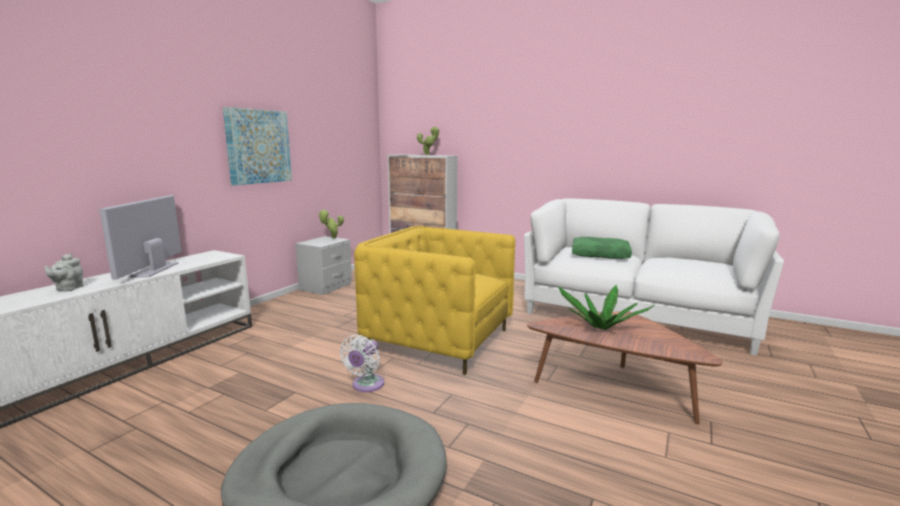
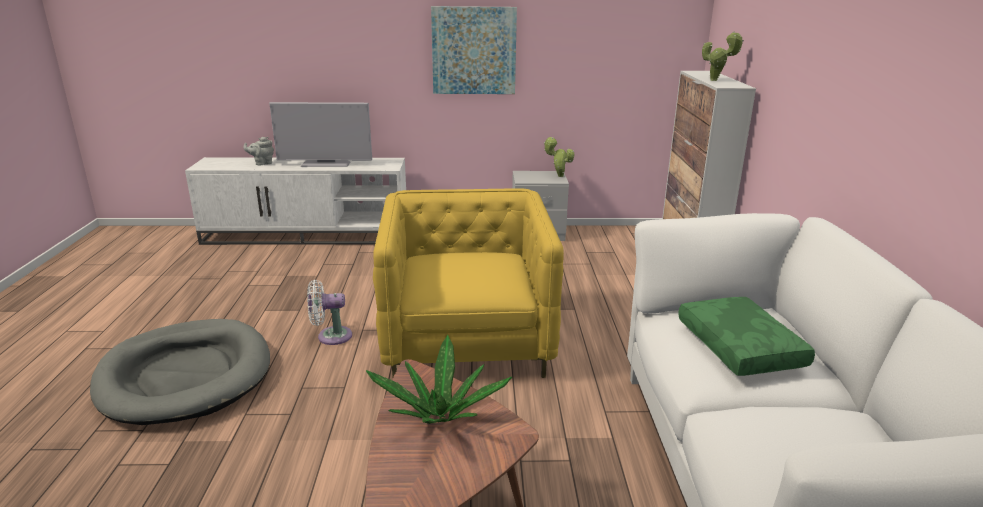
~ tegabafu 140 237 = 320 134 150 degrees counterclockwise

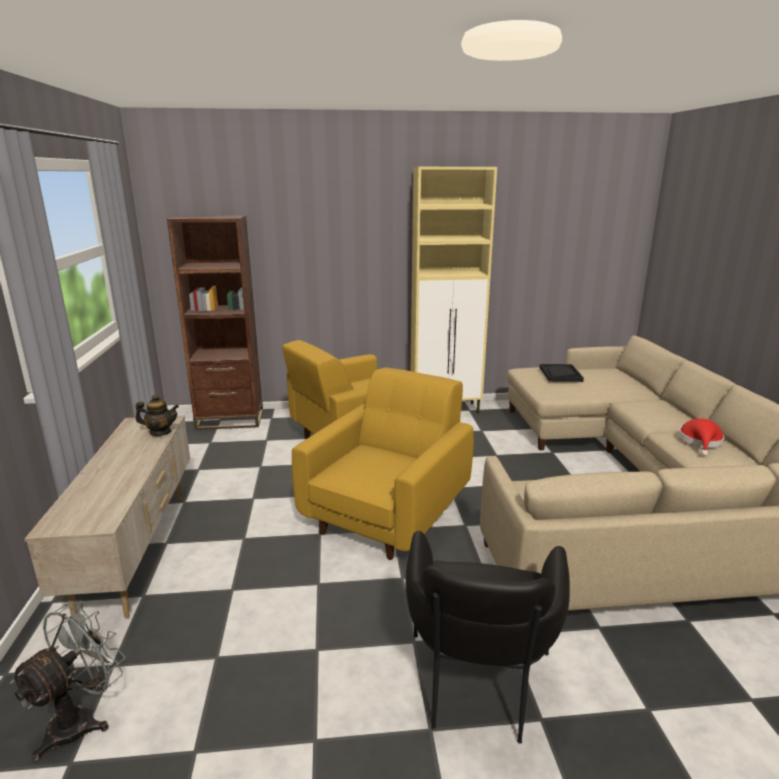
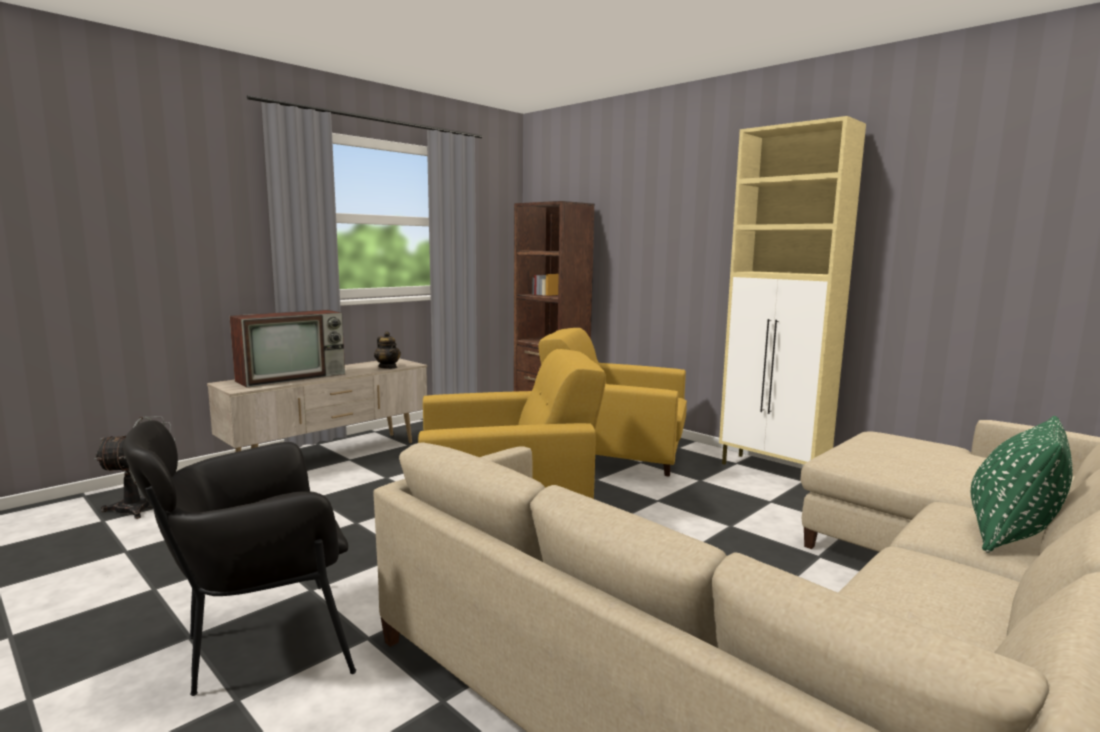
- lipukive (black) 562 373
- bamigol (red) 701 437
+ tegabafu 287 349
+ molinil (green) 1022 484

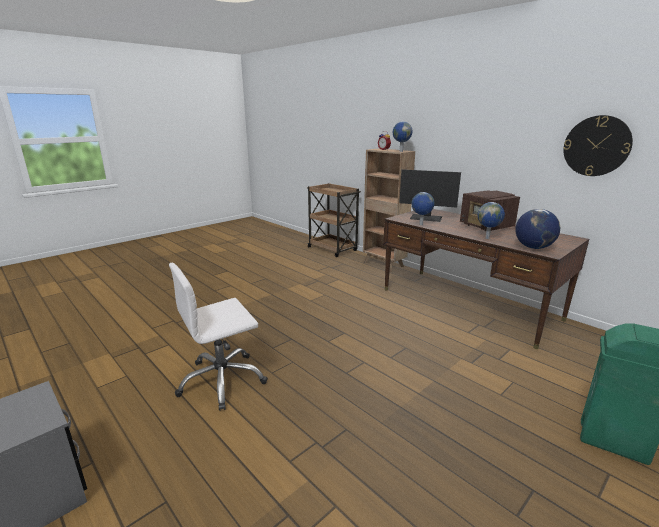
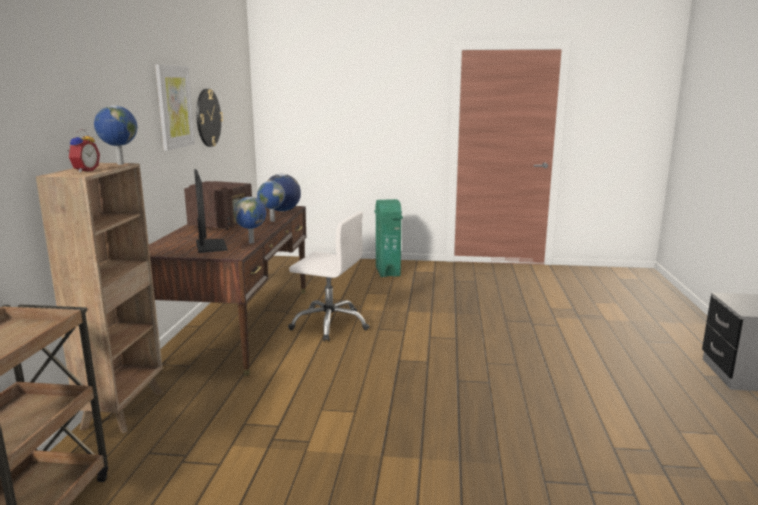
+ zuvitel 175 107
~ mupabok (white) 218 337 to 329 276

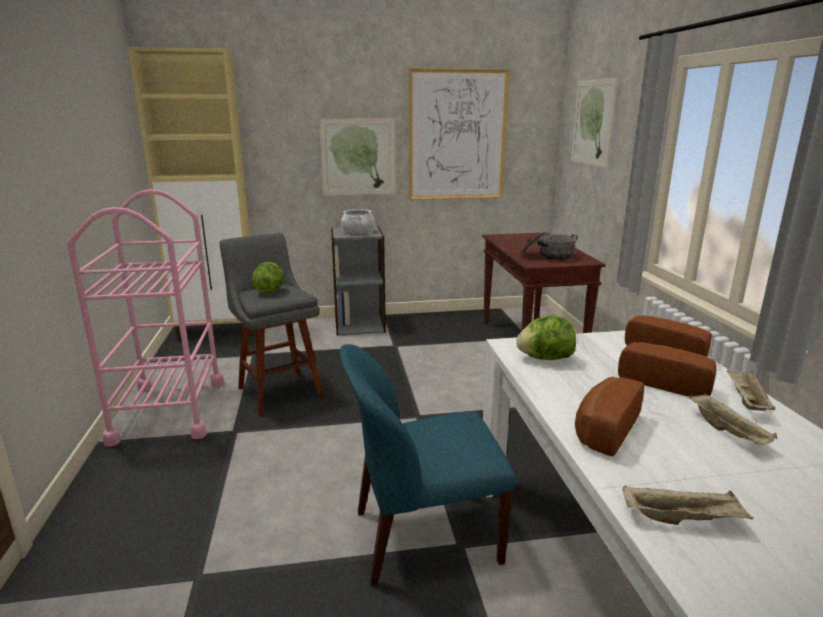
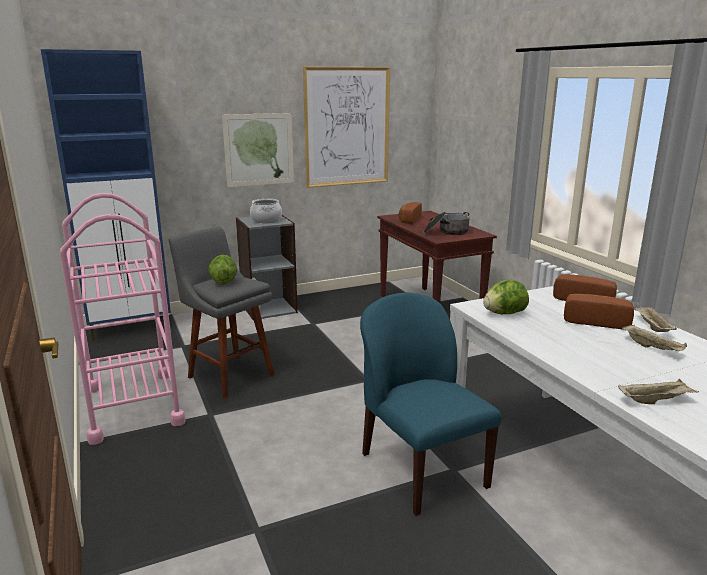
- zuvitel 594 122
~ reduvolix 610 416 to 410 213
~ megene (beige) 191 193 to megene (blue) 106 195
~ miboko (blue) 428 465 = 431 404 90 degrees clockwise

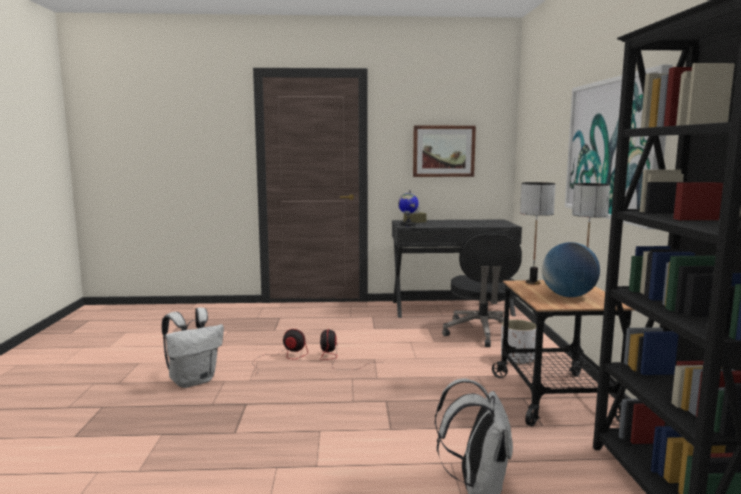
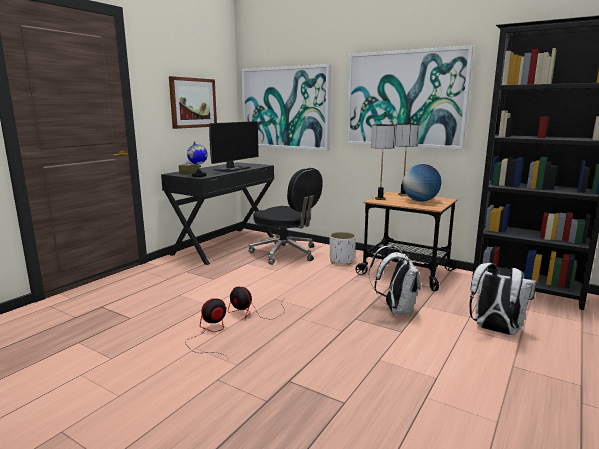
+ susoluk 234 146
+ zuvitel 286 107
~ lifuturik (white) 193 347 to 395 280

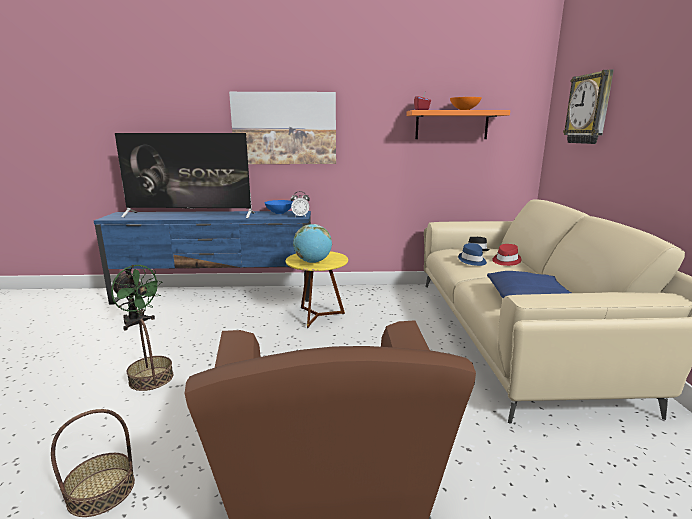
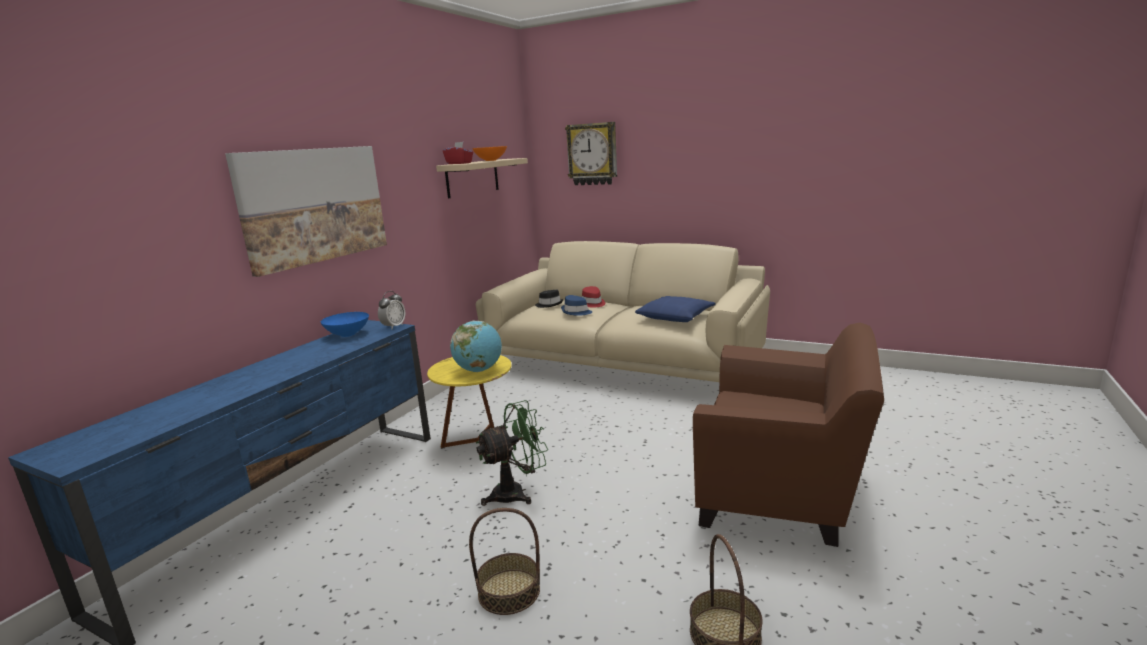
- tegabafu 185 175
~ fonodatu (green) 136 298 to 512 453
~ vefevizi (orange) 458 124 to vefevizi (beige) 482 178

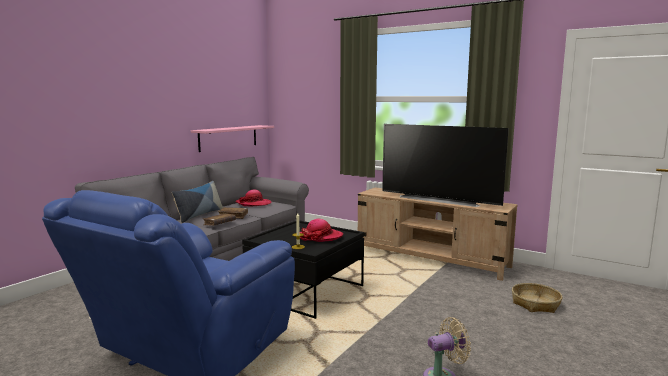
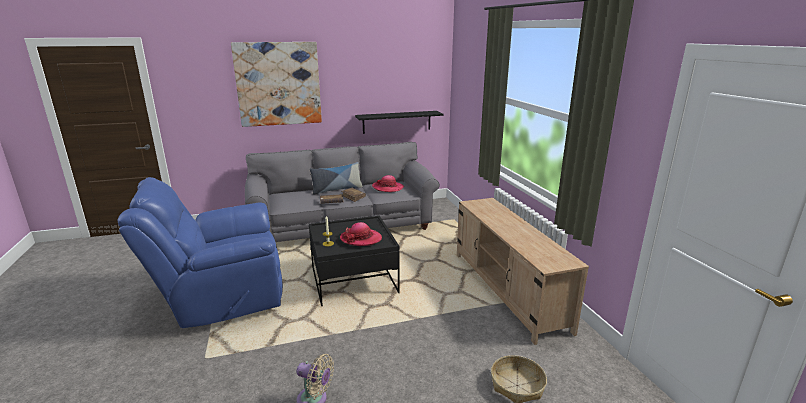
- tegabafu 445 165
+ zuvitel 276 84
~ vefevizi (pink) 232 138 to vefevizi (black) 399 122

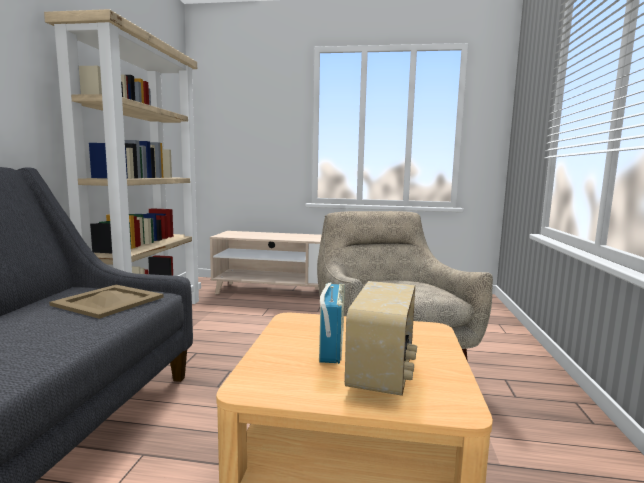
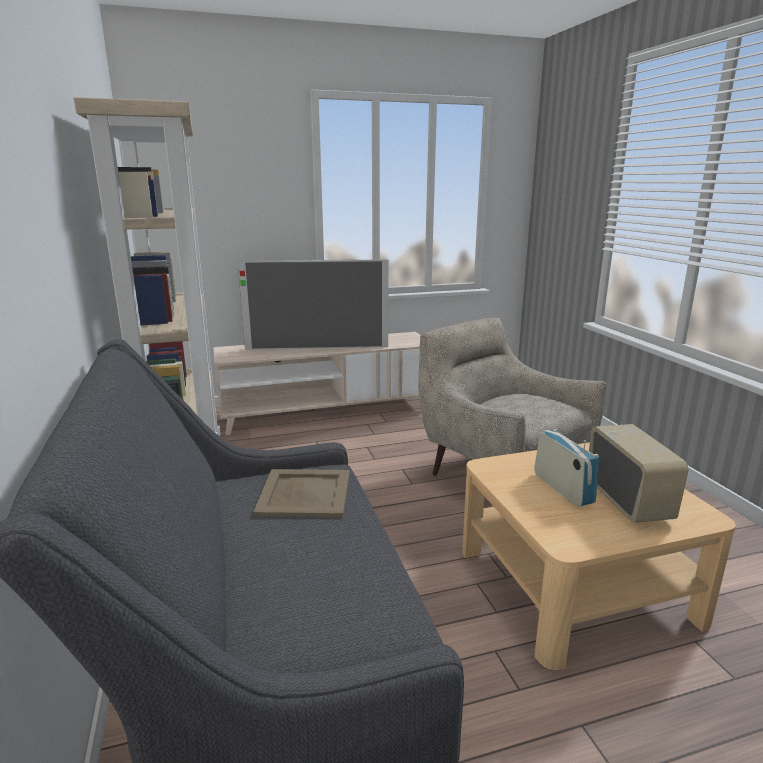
+ tegabafu 313 304

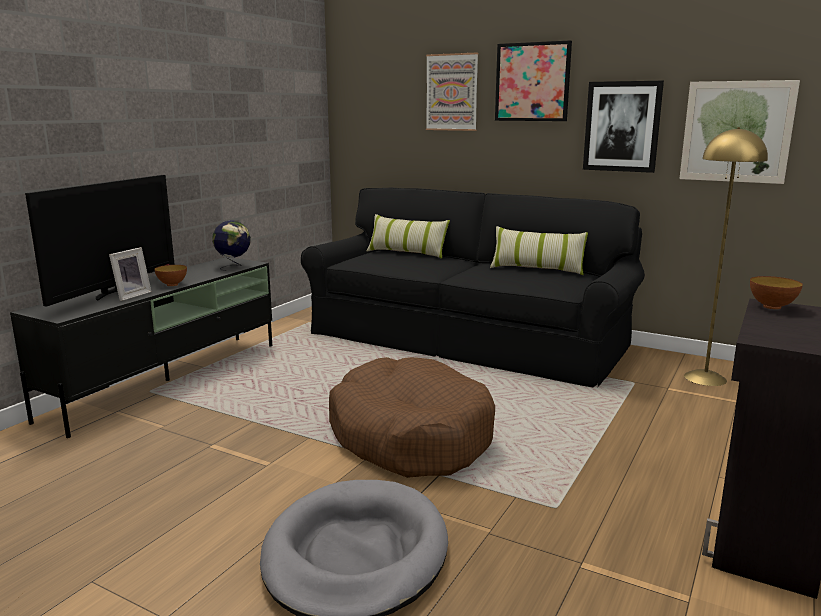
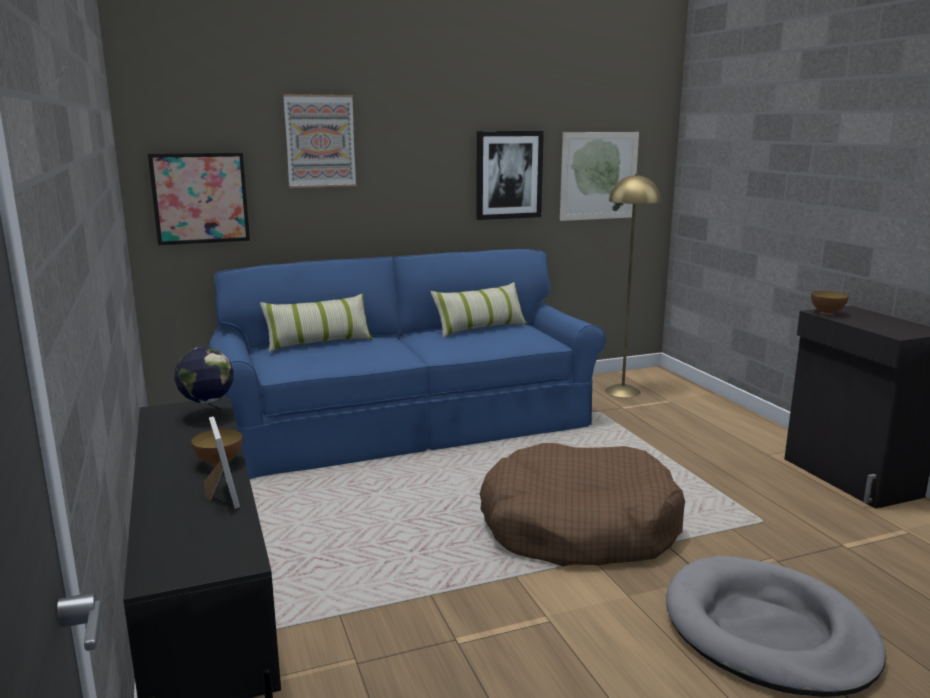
- tegabafu 100 240
~ zuvitel 533 80 to 199 199
~ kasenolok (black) 473 287 to kasenolok (blue) 407 364

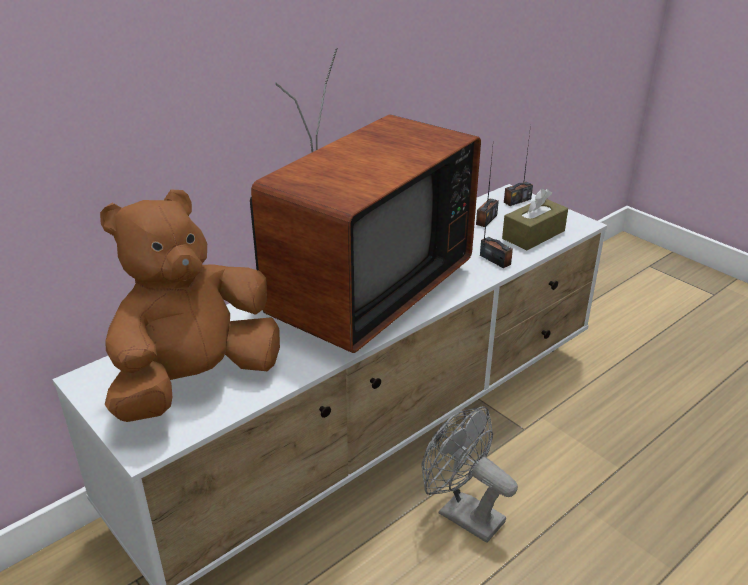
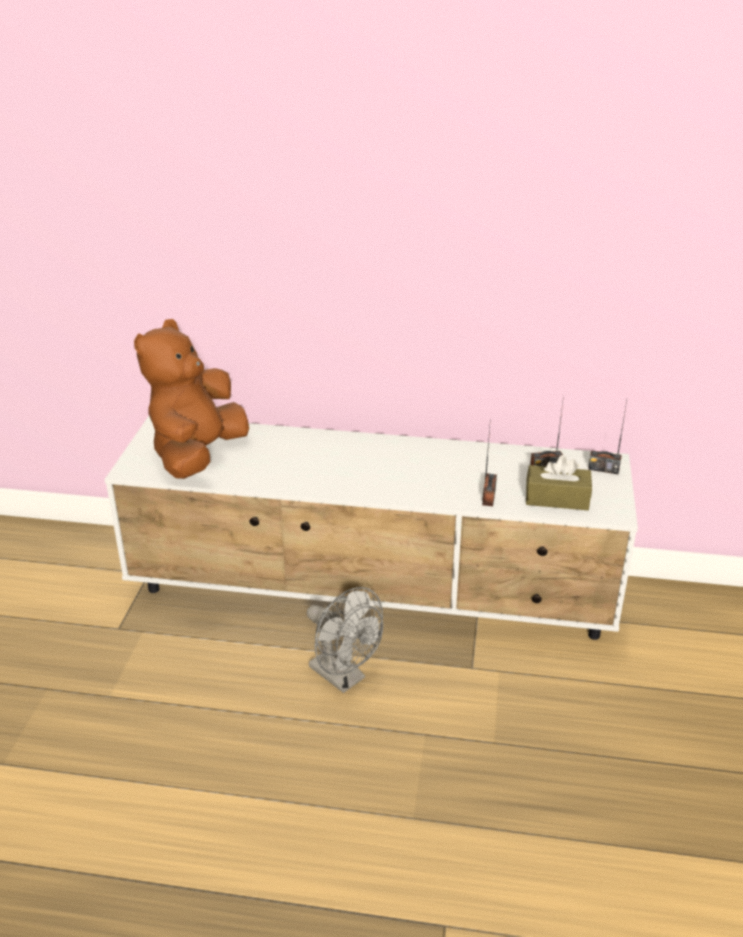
- tegabafu 365 200
~ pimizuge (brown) 190 306 = 191 399 75 degrees counterclockwise
~ fonodatu (grey) 469 474 = 345 640 135 degrees clockwise

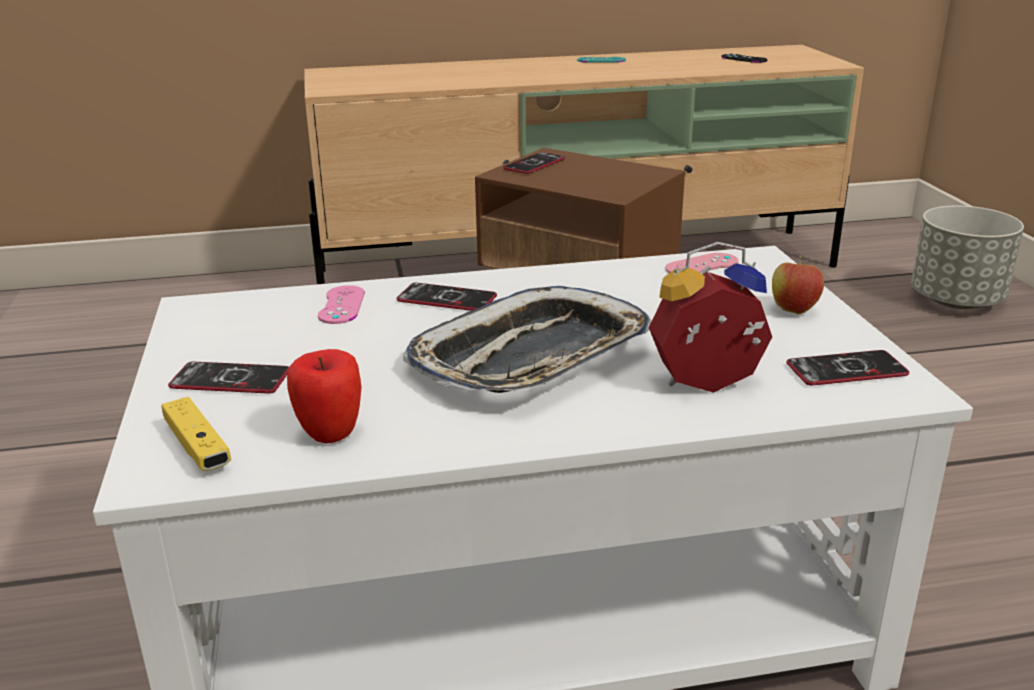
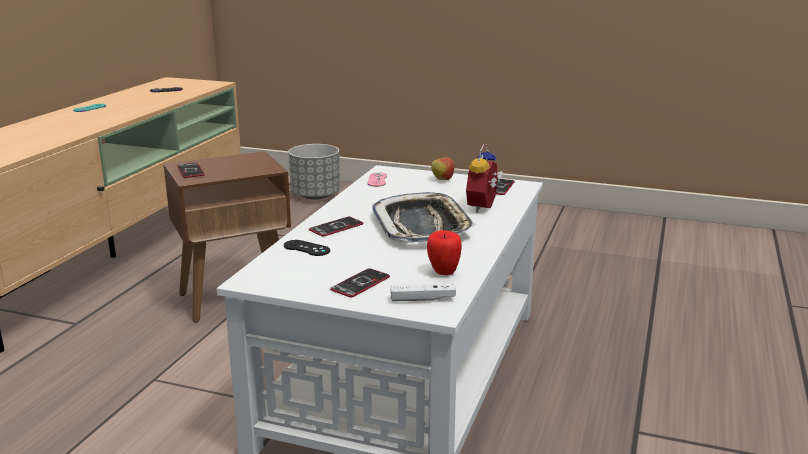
~ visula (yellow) 196 434 to visula (white) 423 292
~ visula (pink) 341 304 to visula (black) 307 248

